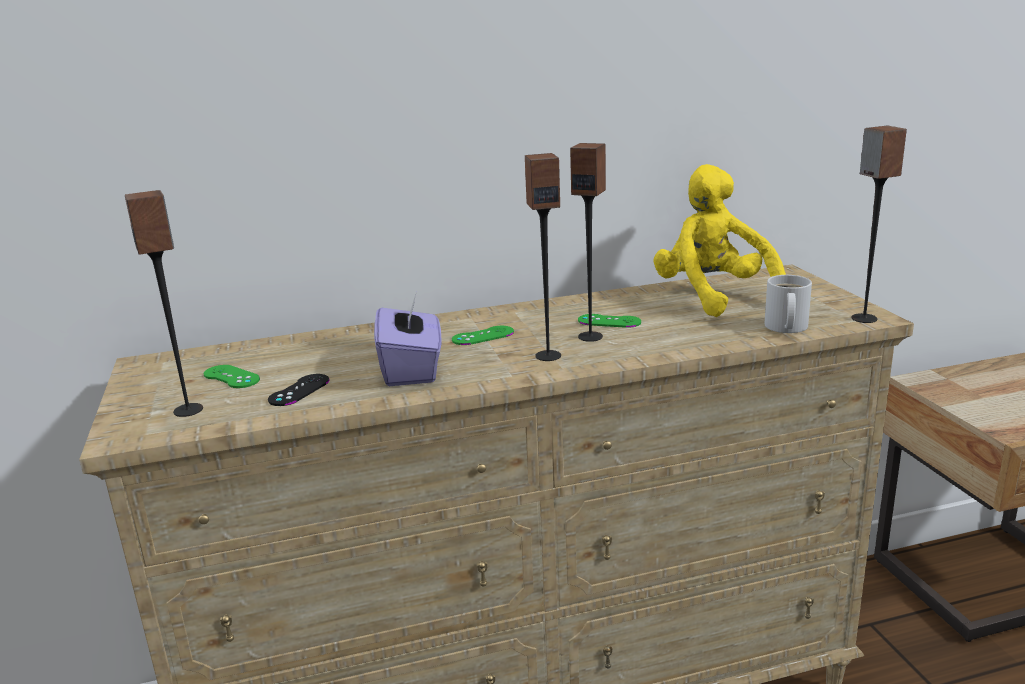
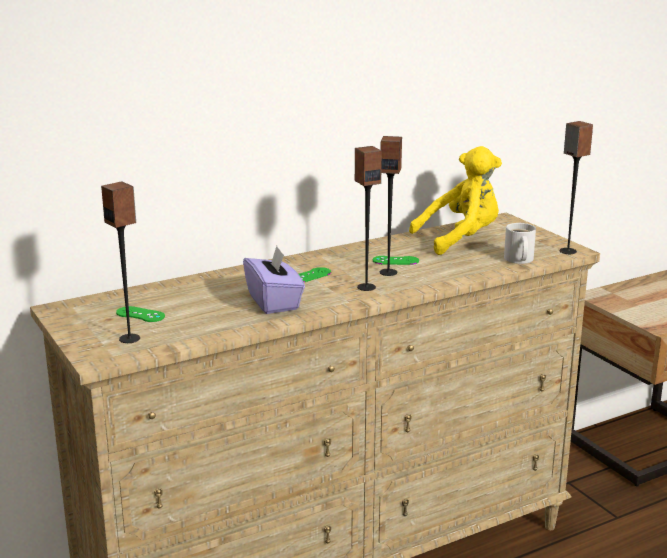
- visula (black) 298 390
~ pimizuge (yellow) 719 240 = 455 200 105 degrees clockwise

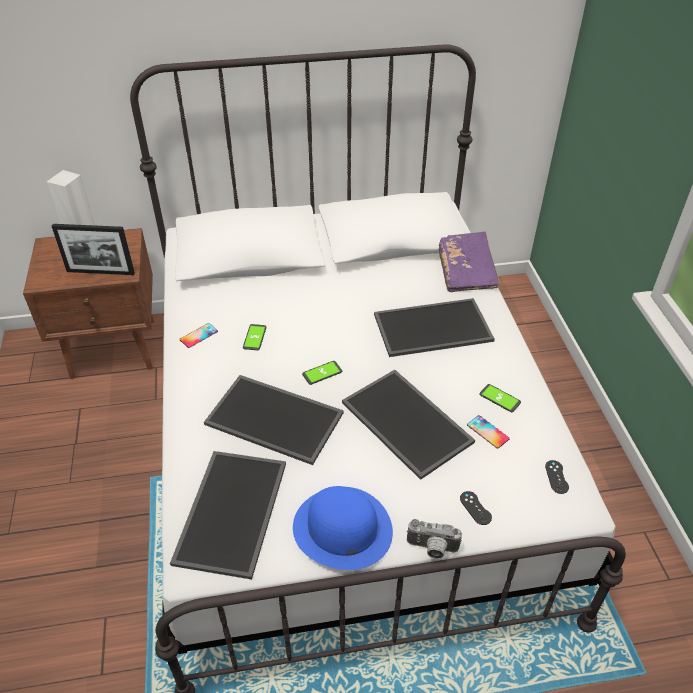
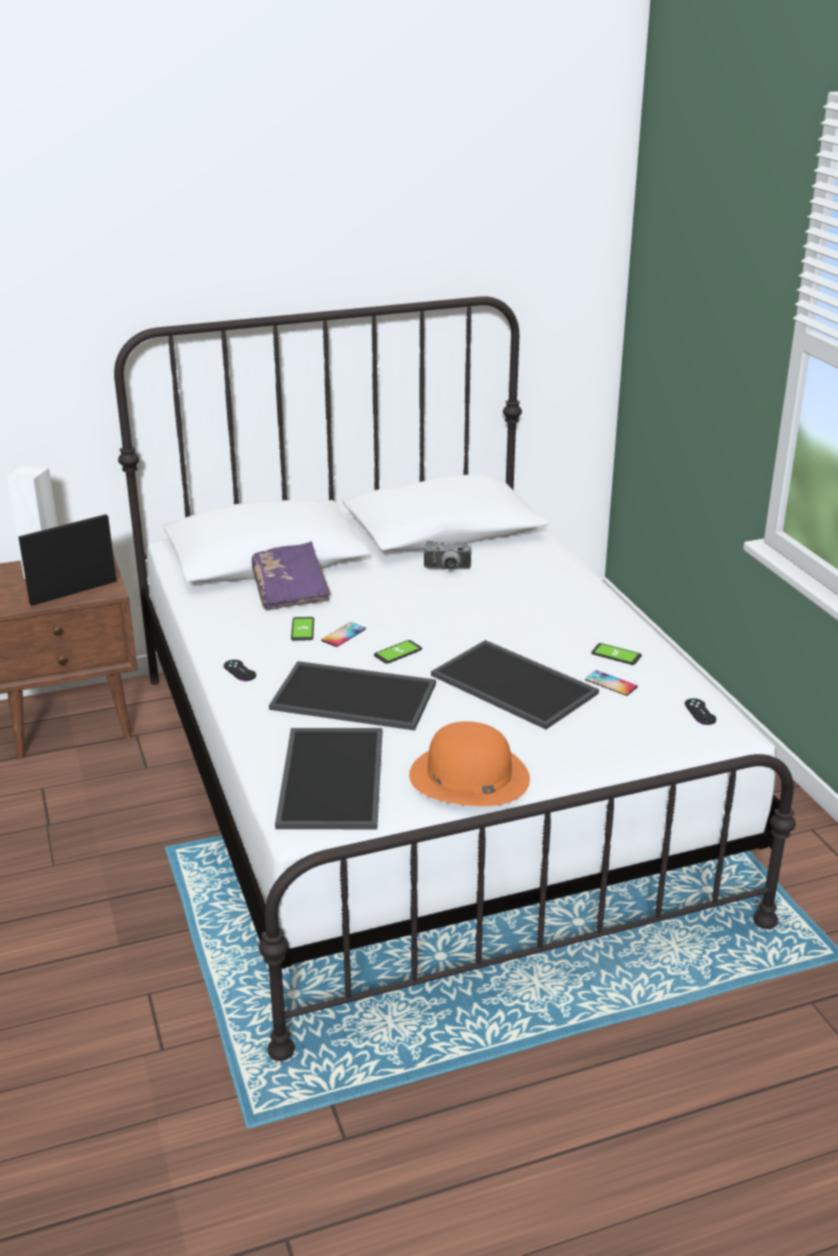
- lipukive 434 327
~ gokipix 199 335 to 343 634
~ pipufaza 434 539 to 447 555
~ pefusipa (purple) 469 262 to 291 576
~ visula (black) 476 508 to 240 670
~ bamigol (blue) 343 528 to bamigol (orange) 469 763
~ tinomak 93 249 = 68 560 150 degrees clockwise

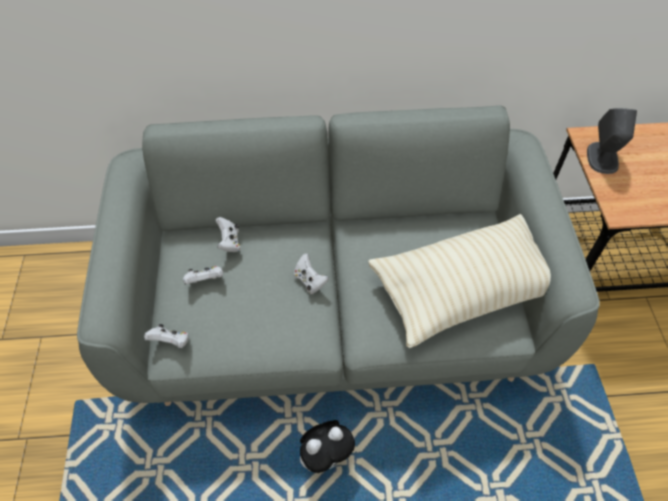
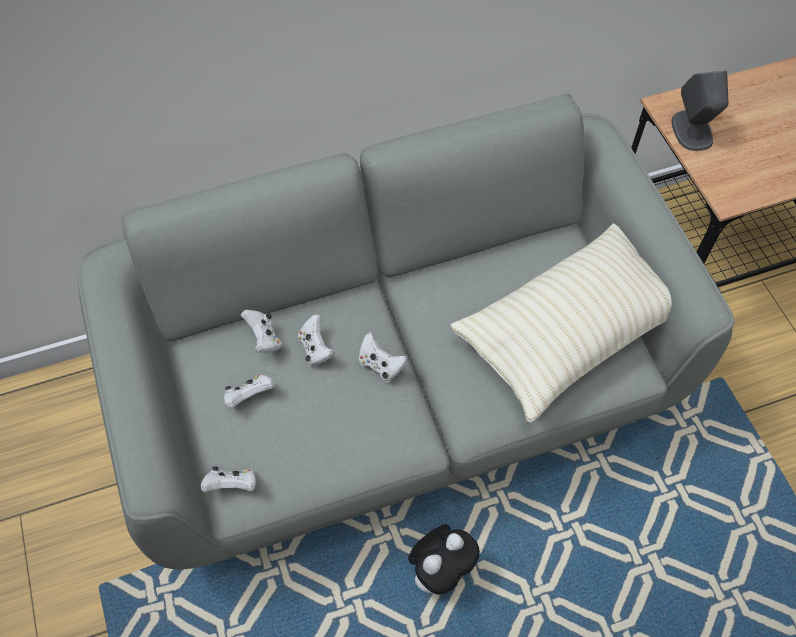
+ visula (white) 316 340

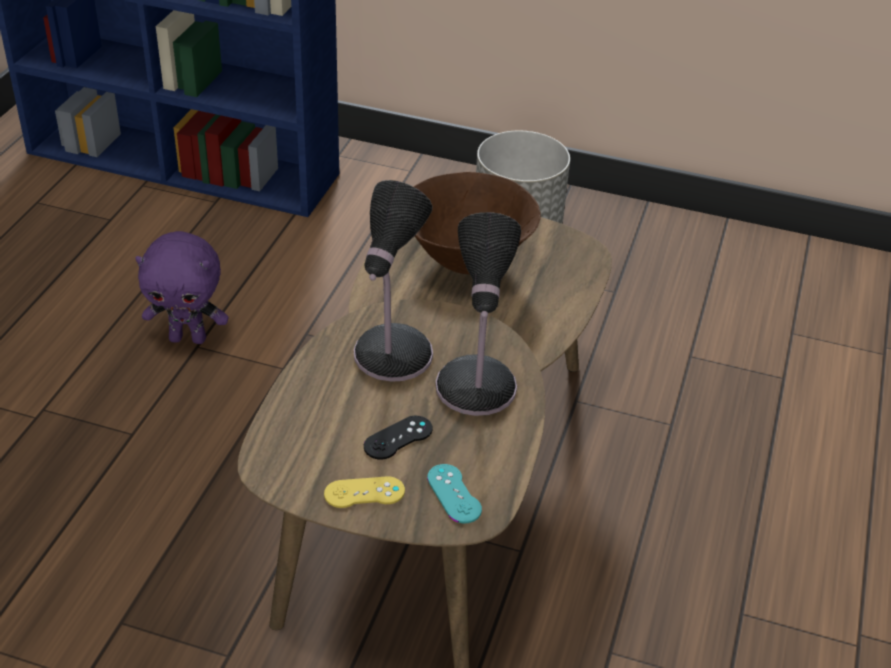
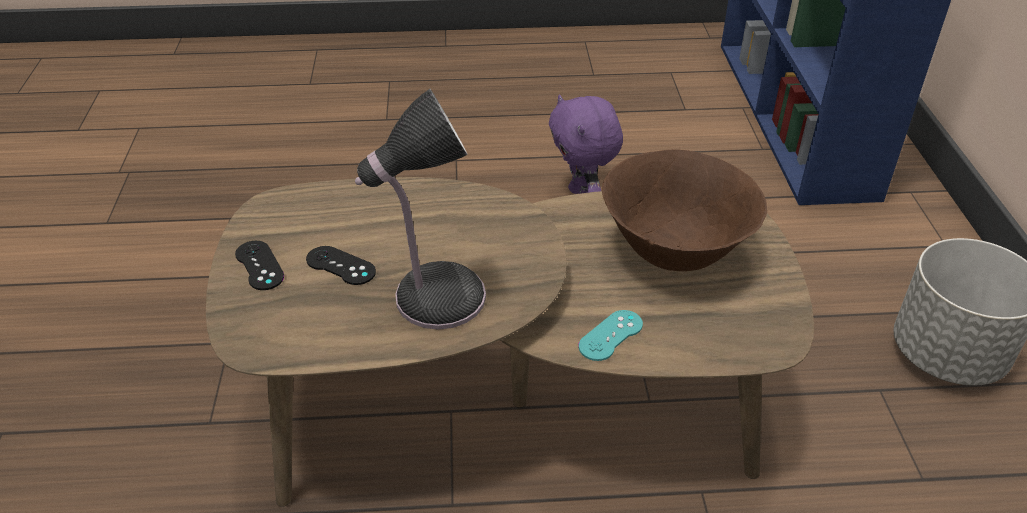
- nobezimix 393 281
~ visula (turquoise) 454 493 to 610 335
~ visula (yellow) 364 492 to visula (black) 259 265

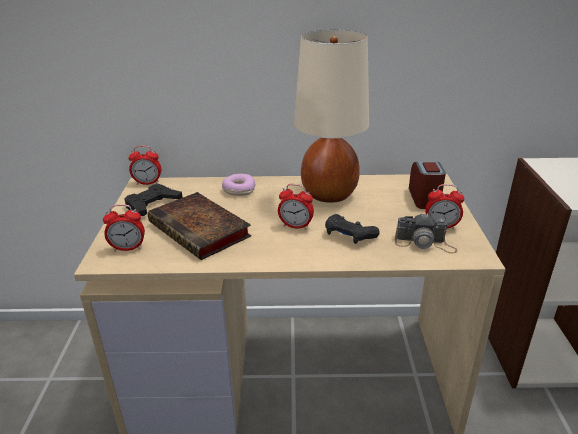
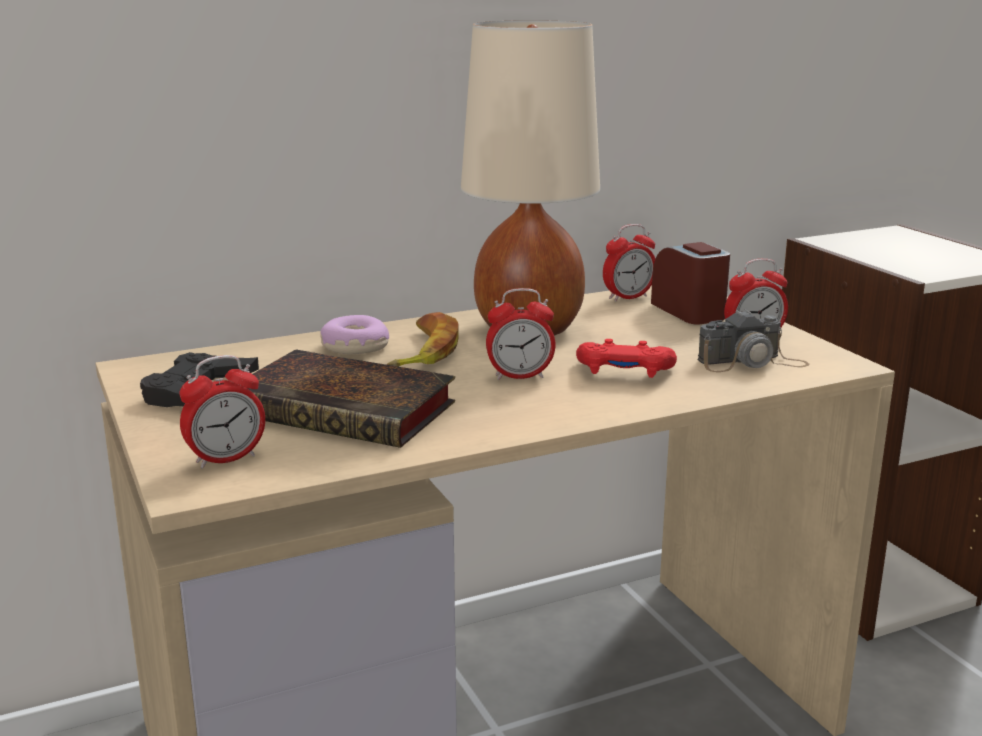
+ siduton 423 339
~ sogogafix 144 165 to 629 263
~ visula (black) 352 229 to visula (red) 626 358

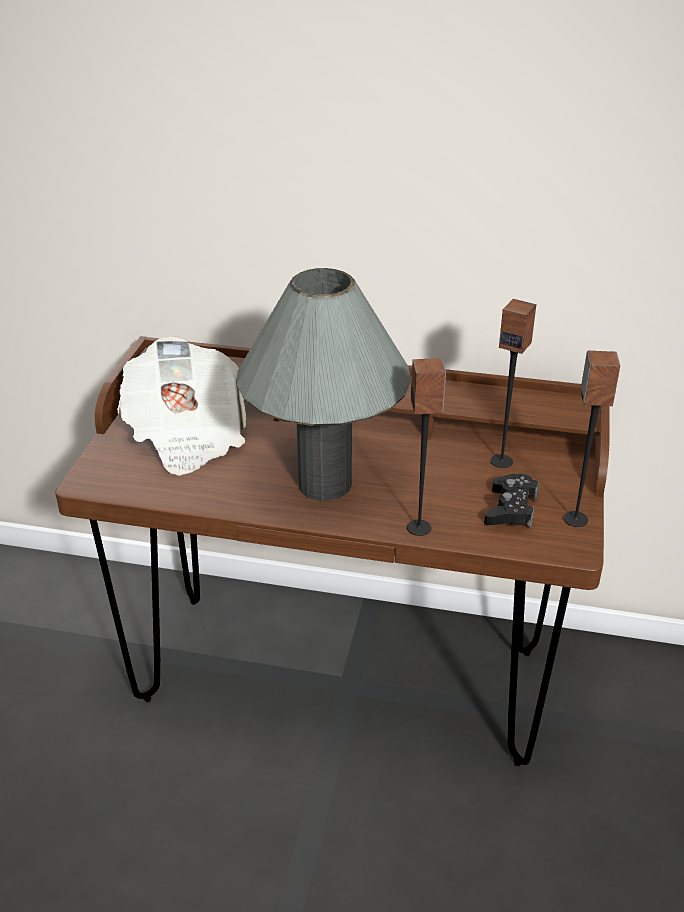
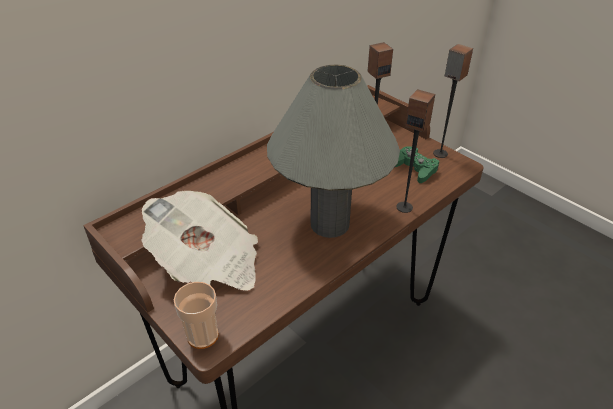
+ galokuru 196 315
~ visula (black) 511 500 to visula (green) 417 164

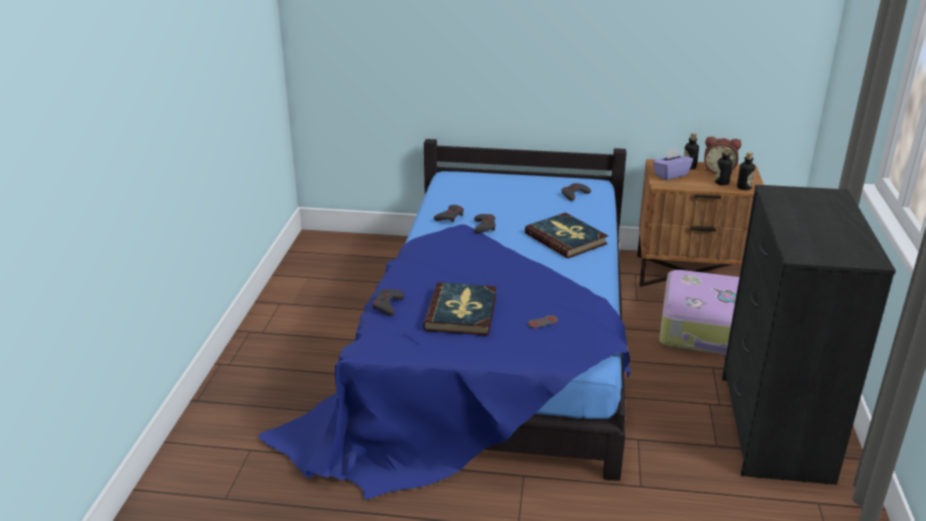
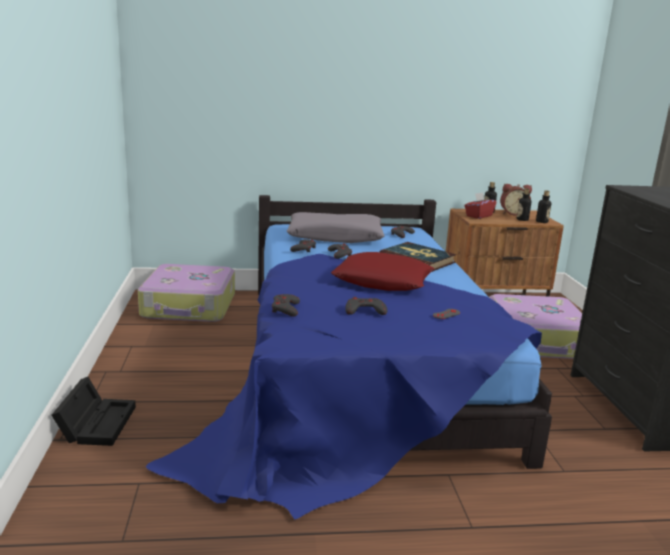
+ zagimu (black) 93 411
+ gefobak 186 293
+ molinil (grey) 335 227
+ molinil (red) 382 271
~ pefusipa 460 309 to visula (grey) 366 306
~ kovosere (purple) 673 163 to kovosere (red) 480 205

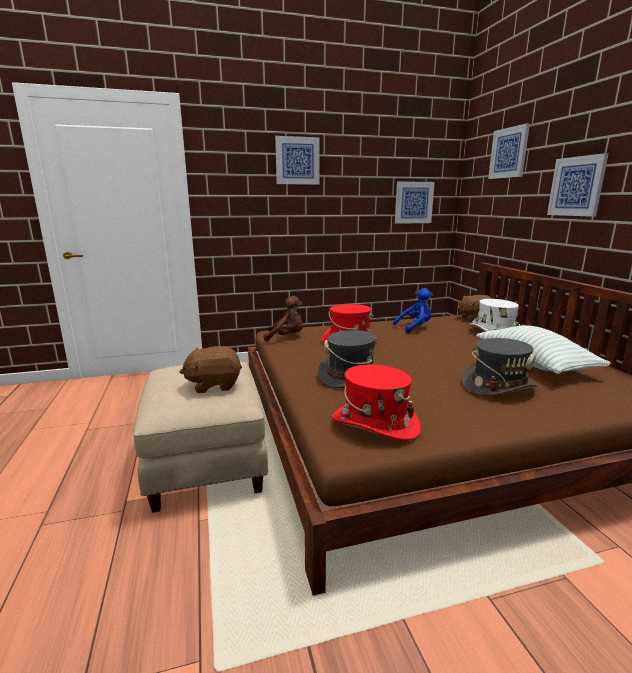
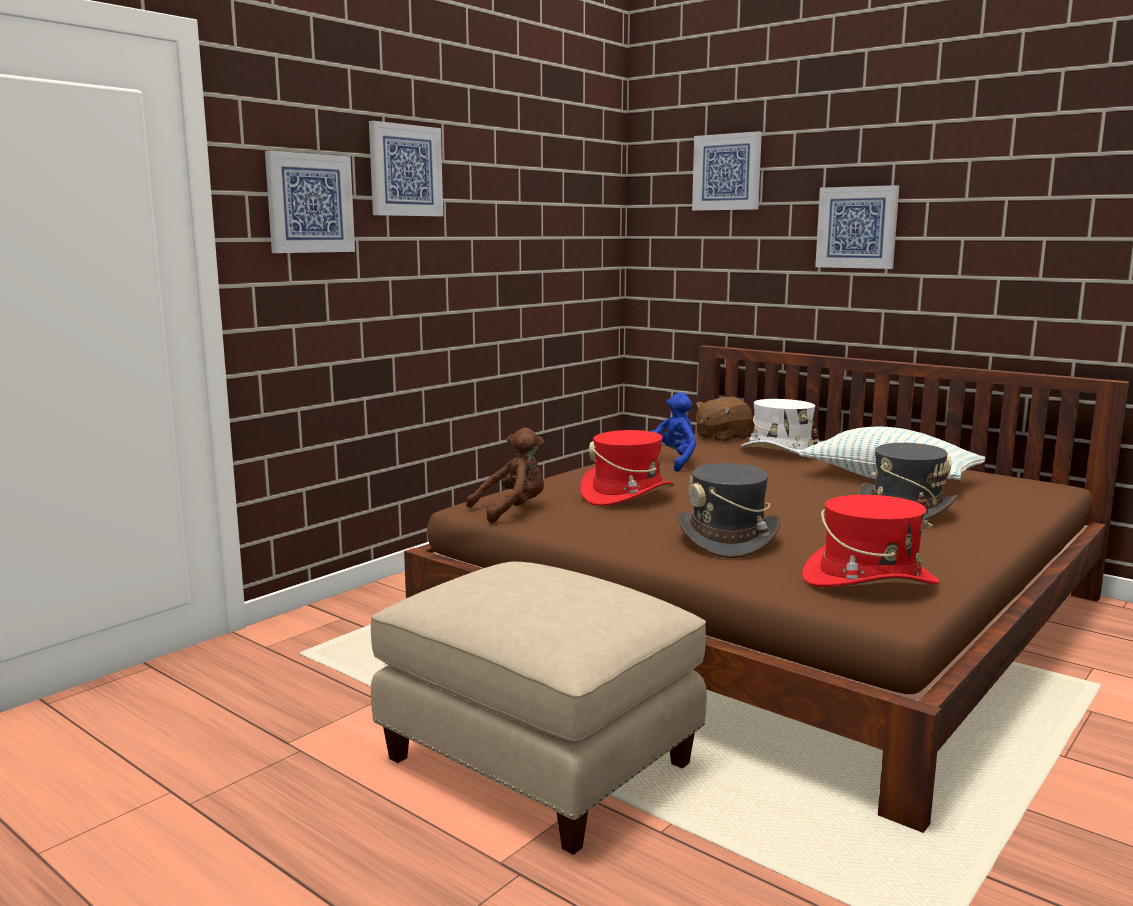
- pimizuge (brown) 211 369
~ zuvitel 415 202 to 310 201

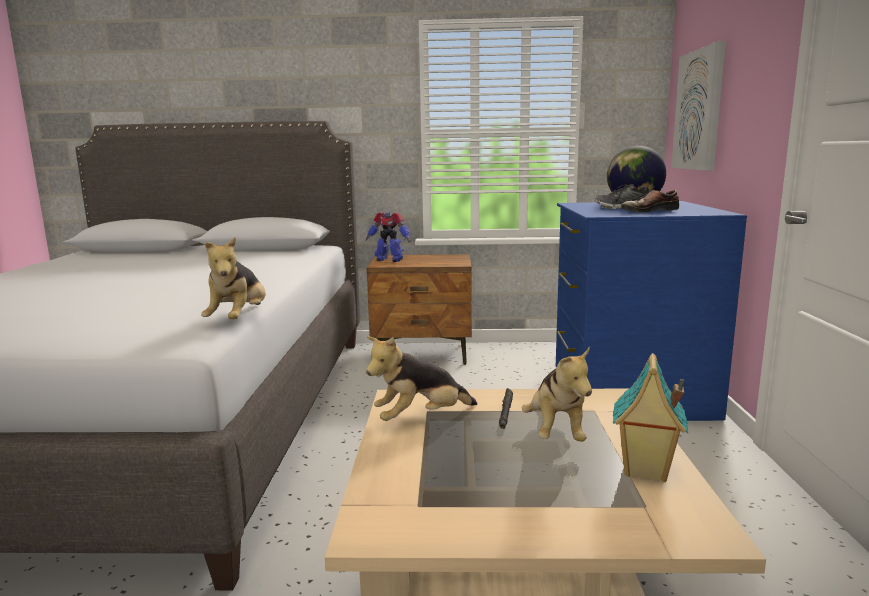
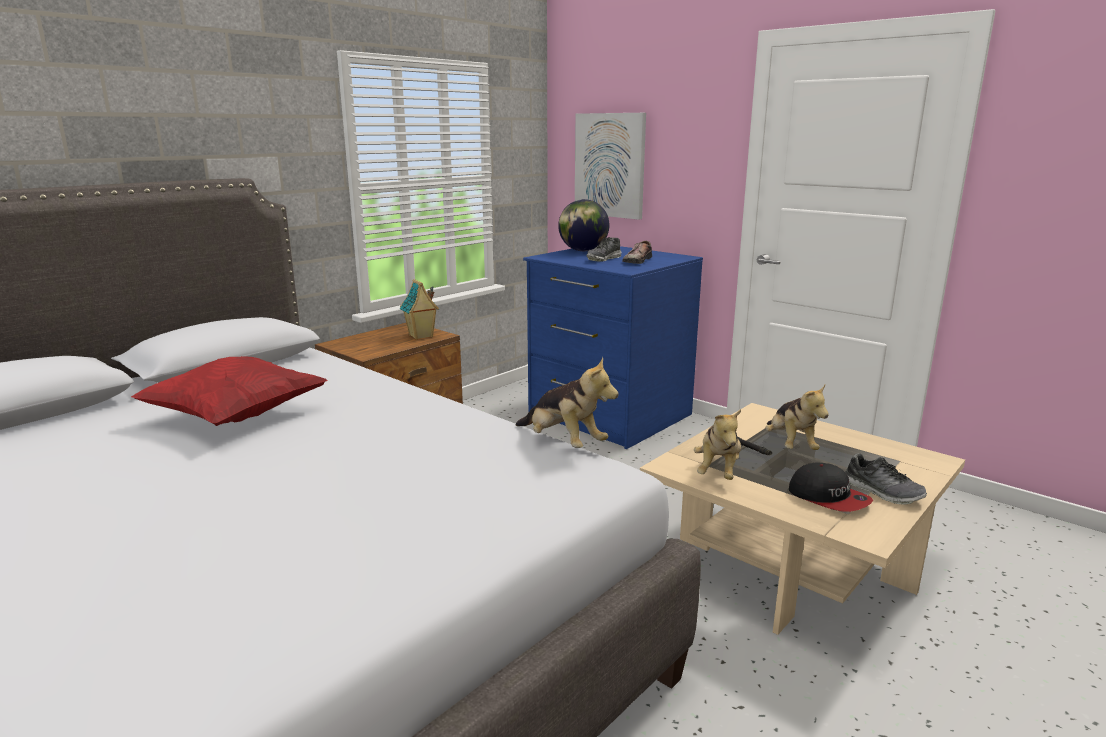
- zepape 388 237
+ molinil (red) 229 391
+ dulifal 831 487
+ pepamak 886 479
~ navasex 650 417 to 420 309
~ pimizuge 557 394 = 797 417 45 degrees clockwise

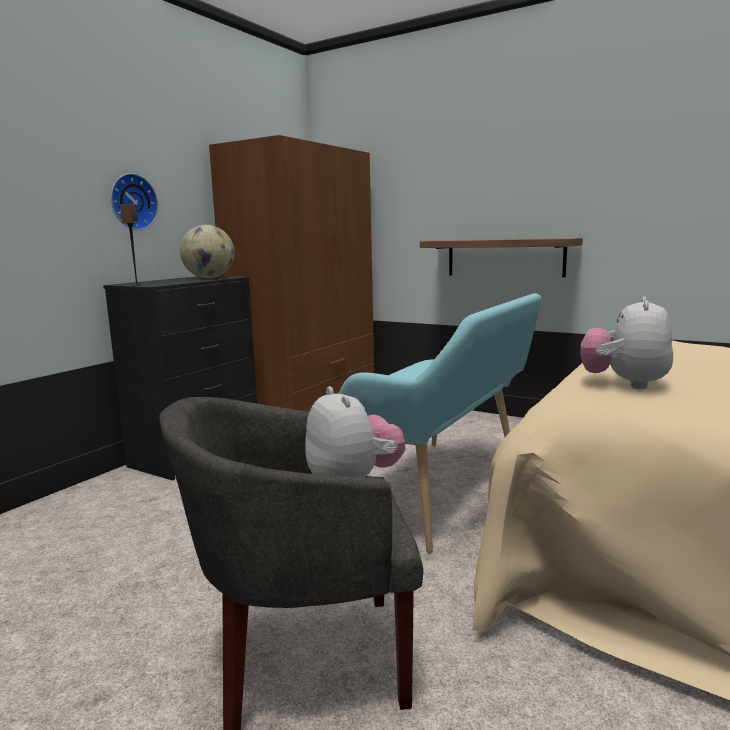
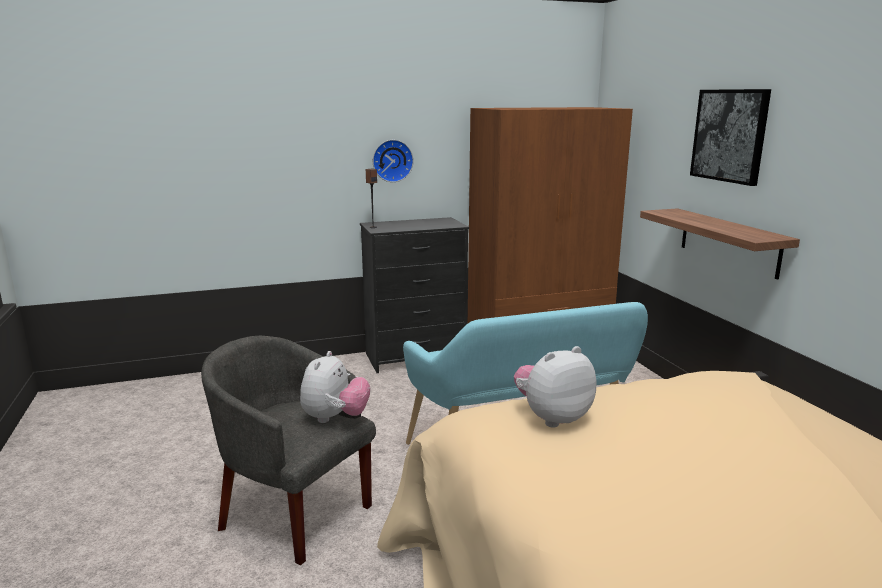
- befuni 207 252
+ zuvitel 730 137

